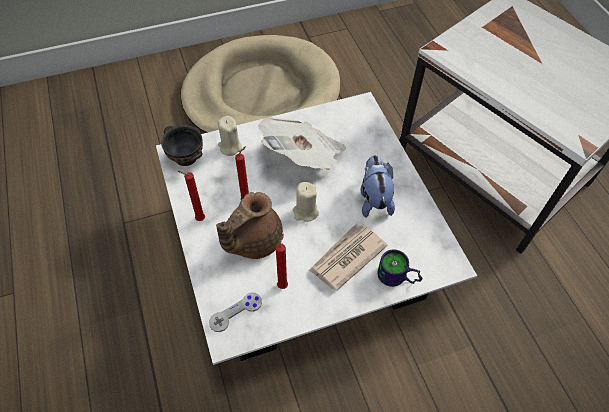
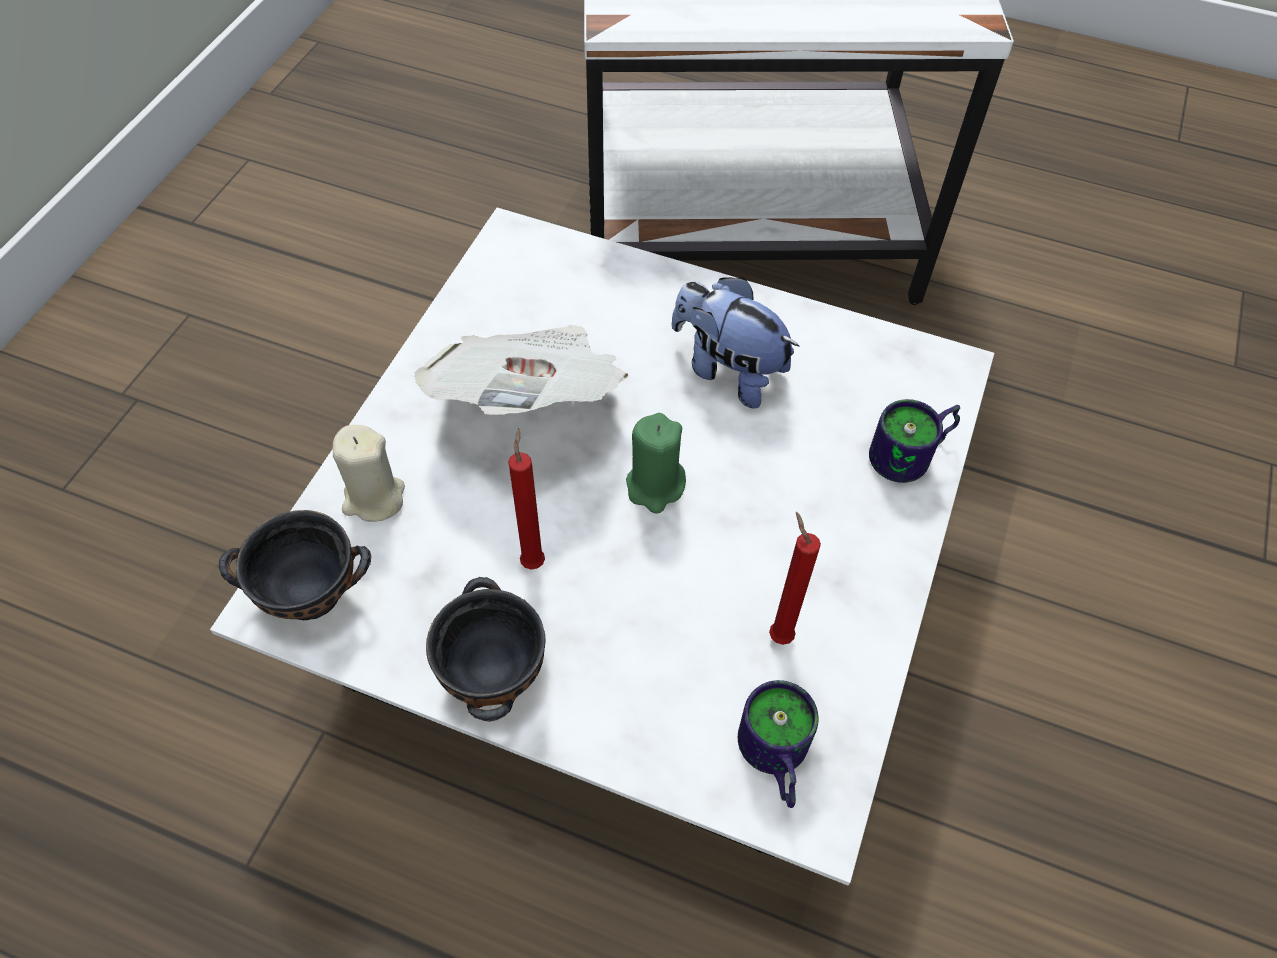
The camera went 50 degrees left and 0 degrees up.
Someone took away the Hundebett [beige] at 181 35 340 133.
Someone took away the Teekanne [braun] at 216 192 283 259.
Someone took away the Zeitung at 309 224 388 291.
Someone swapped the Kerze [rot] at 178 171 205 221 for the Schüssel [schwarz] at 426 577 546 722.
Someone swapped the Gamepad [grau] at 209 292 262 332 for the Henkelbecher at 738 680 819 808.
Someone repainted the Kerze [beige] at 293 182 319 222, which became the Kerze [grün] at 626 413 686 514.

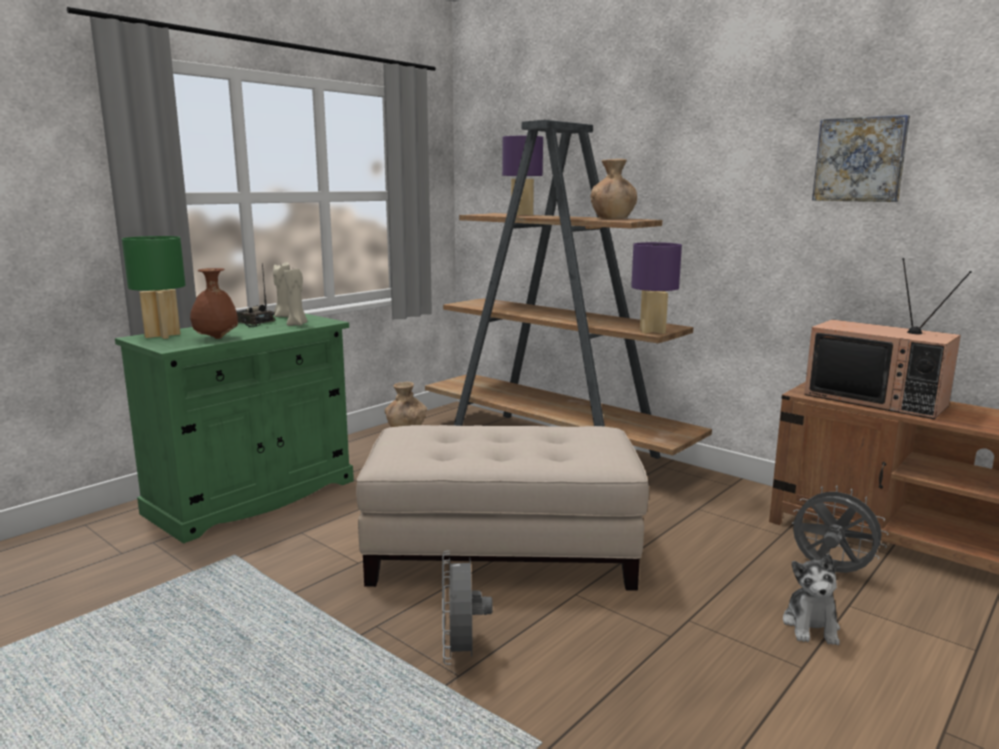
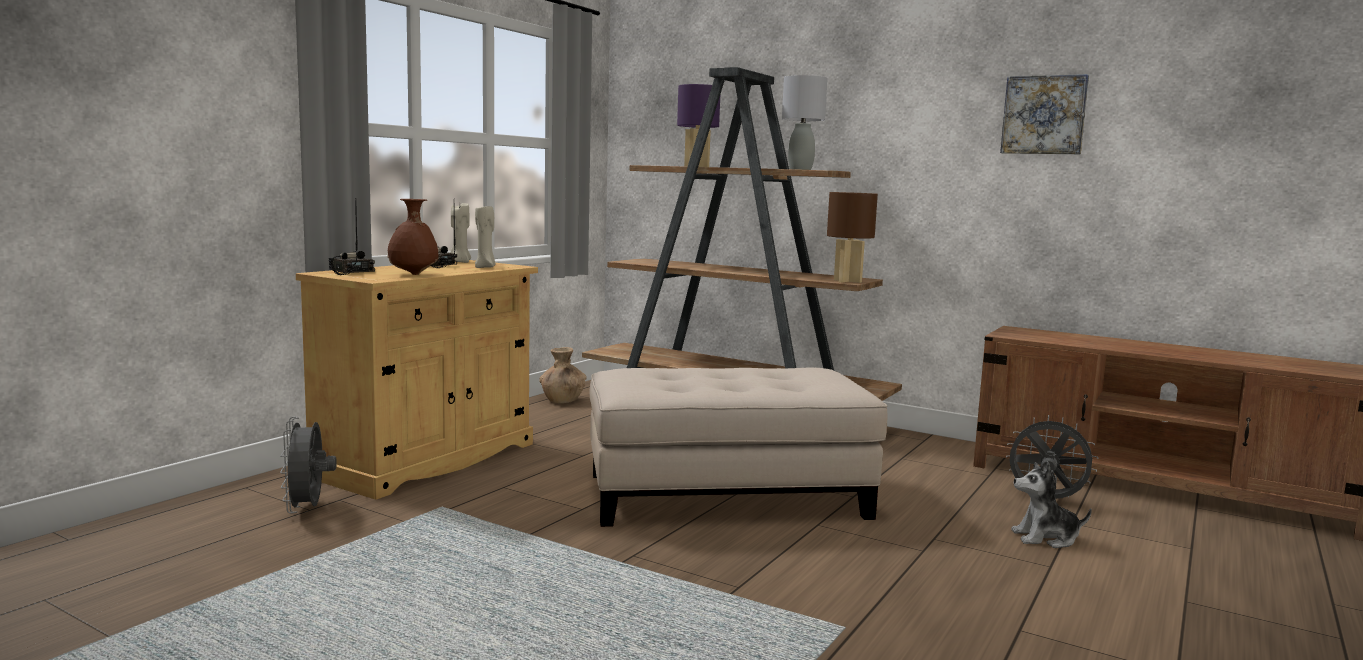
The camera went 10 degrees left and 5 degrees down.
Someone took away the Fernseher at 804 258 972 419.
Someone carried the Ventilator [grau] from 442 551 493 665 to 280 417 337 513.
Someone swapped the Tischlampe [grün] at 122 236 185 339 for the Radio at 329 212 375 275.
Someone swapped the Vase [braun] at 590 159 637 219 for the Tischlampe [grau] at 782 75 828 170.
Someone repainted the Schrank [grün] at 115 314 354 543, which became the Schrank [beige] at 296 260 538 500.
Someone repainted the Tischlampe [lila] at 631 242 682 334, which became the Tischlampe [braun] at 827 192 878 283.
Someone rotated the Plüschtier at 783 554 840 645 by 90 degrees clockwise.

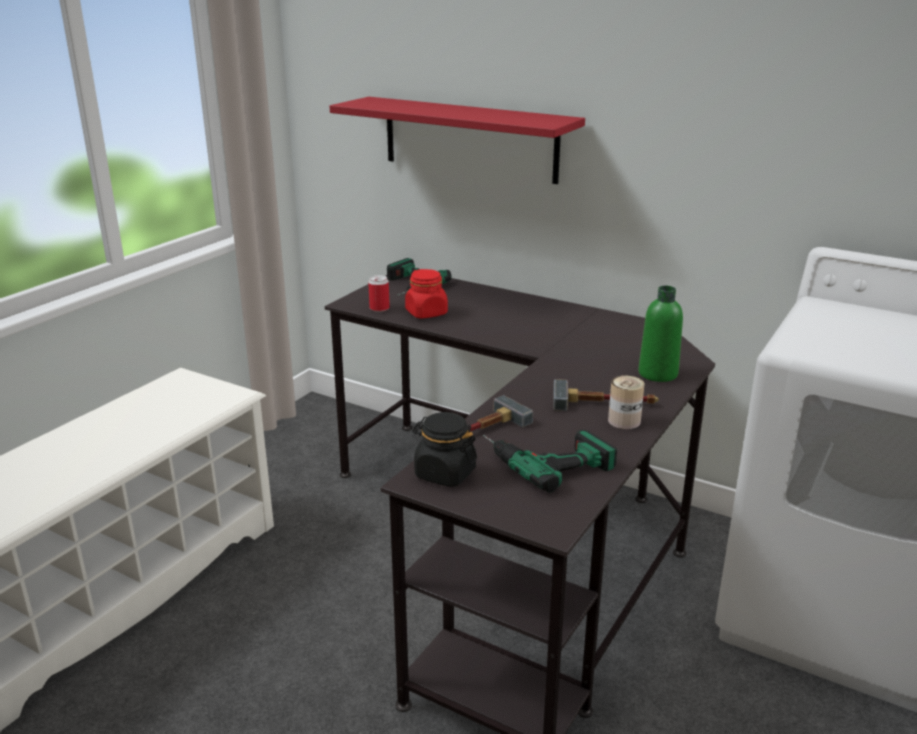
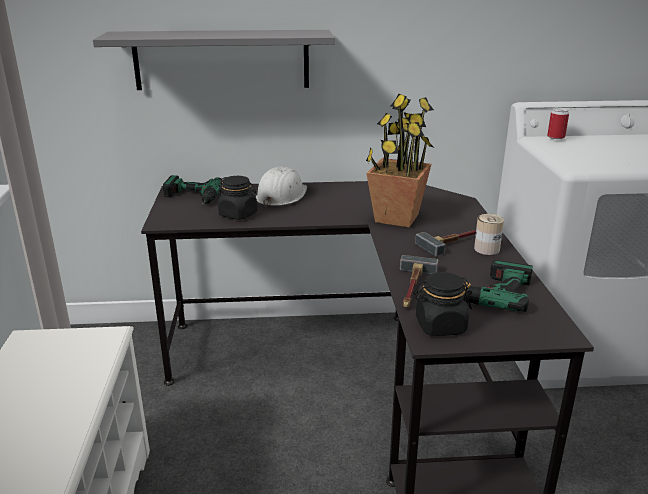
The camera went 35 degrees left and 0 degrees up.
Someone took away the Flasche [grün] at 638 286 683 382.
Someone put down the Schutzhelm [weiß] at 256 166 307 207.
Someone put down the Topfpflanze at 366 94 434 227.
Someone carried the Dose from 368 275 390 312 to 547 108 569 139.
Someone repainted the Wandregal [rot] at 330 97 585 184, which became the Wandregal [grau] at 93 30 335 90.
Someone repainted the Vorratsglas [rot] at 405 269 448 318, which became the Vorratsglas [schwarz] at 218 176 257 220.

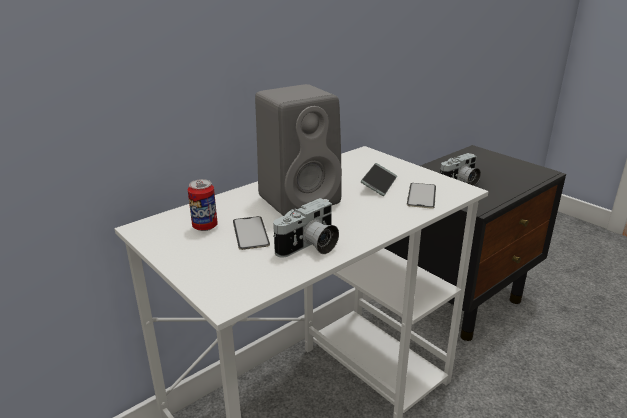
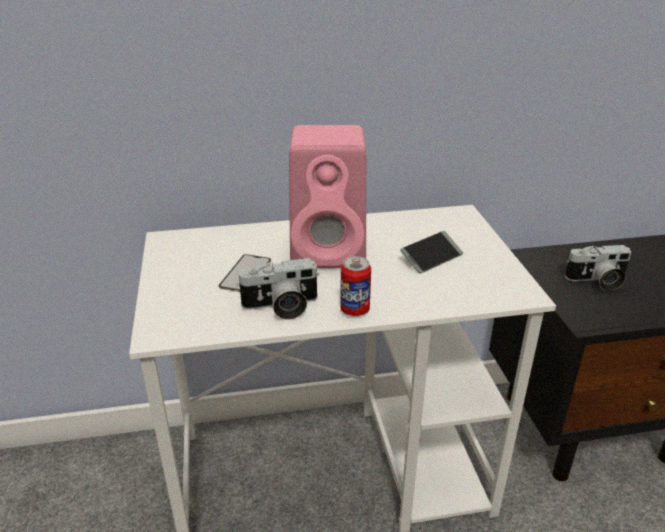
The camera went 30 degrees right and 5 degrees up.
Someone took away the Handy at 407 183 436 209.
Someone carried the Dose from 188 179 218 231 to 340 256 371 316.
Someone repainted the Lautsprecher [grau] at 255 84 342 216, which became the Lautsprecher [rosa] at 289 125 366 268.

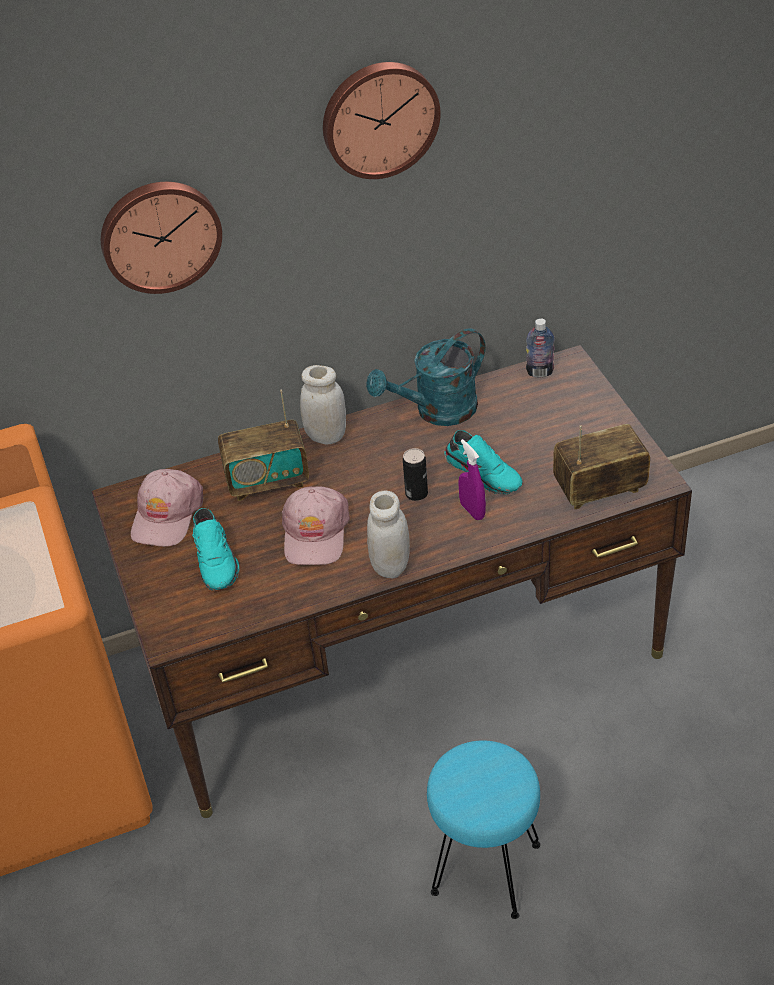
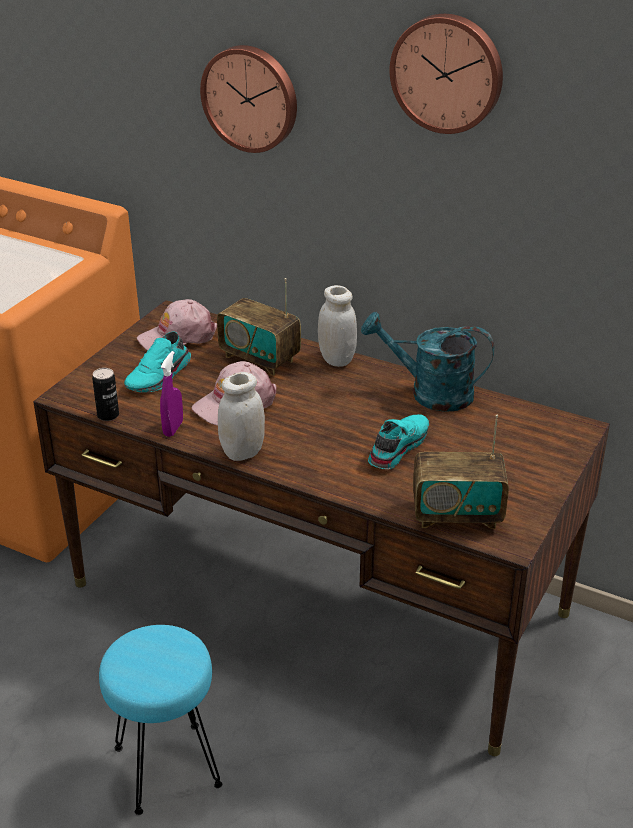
The camera went 45 degrees right and 10 degrees down.
Someone took away the Flasche at 526 318 555 377.
Someone carried the Dose from 403 448 428 501 to 92 368 119 421.
Someone carried the Sprühflasche [lila] from 458 439 486 520 to 160 351 183 437.
Someone rotated the Schuh [türkis] at 444 430 522 495 by 150 degrees counterclockwise.
Someone rotated the Radio at 553 424 650 509 by 150 degrees clockwise.

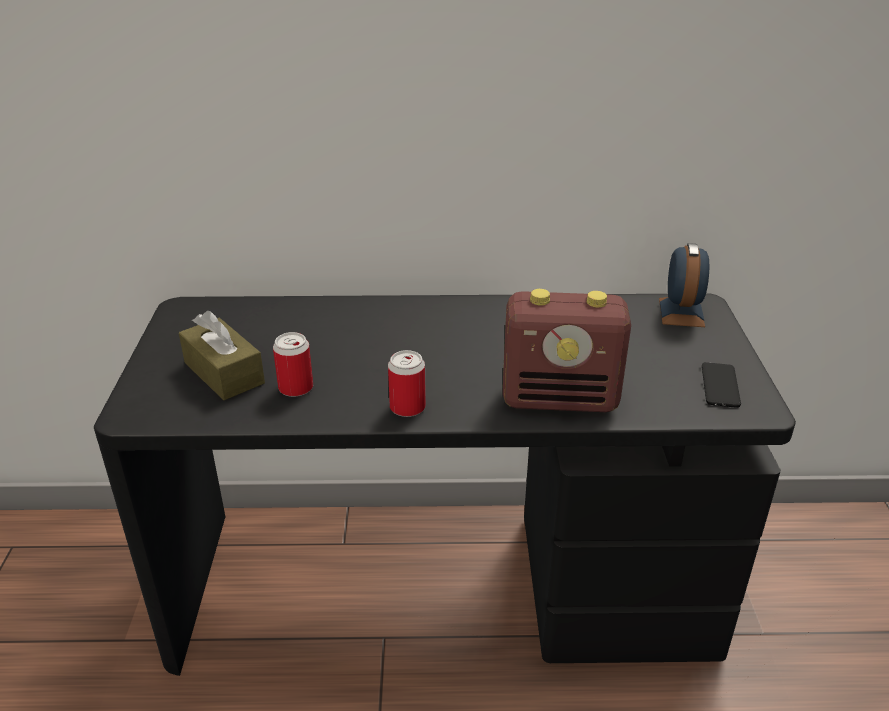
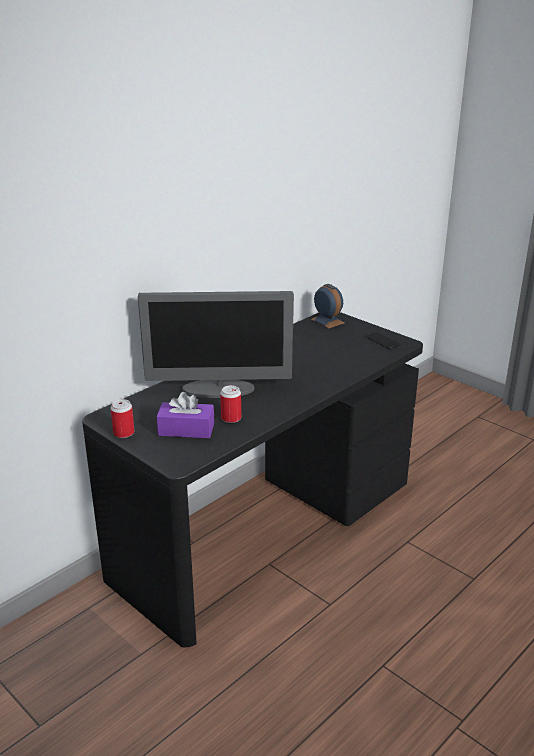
The camera went 45 degrees left and 5 degrees down.
Someone took away the Radio at 503 289 631 412.
Someone put down the Monitor at 138 291 294 398.
Someone carried the Dose from 388 350 426 417 to 111 399 134 438.
Someone repainted the Taschentuchbox [braun] at 179 311 265 400, which became the Taschentuchbox [lila] at 156 392 214 438.

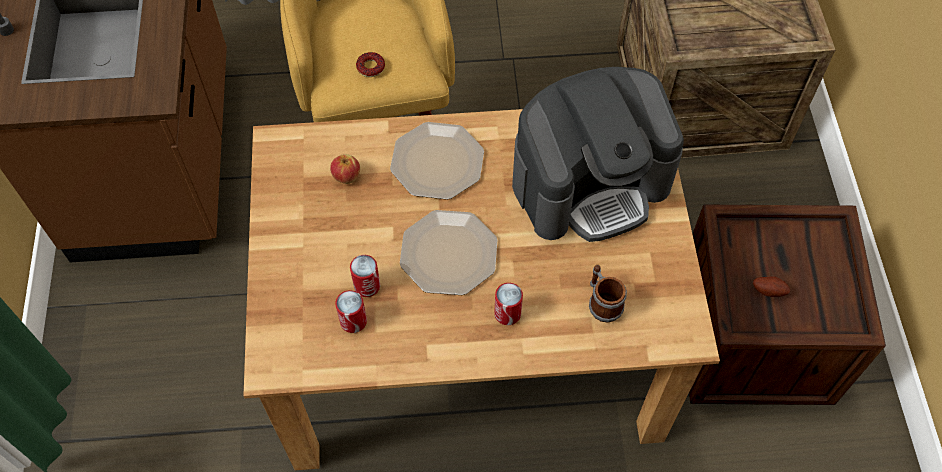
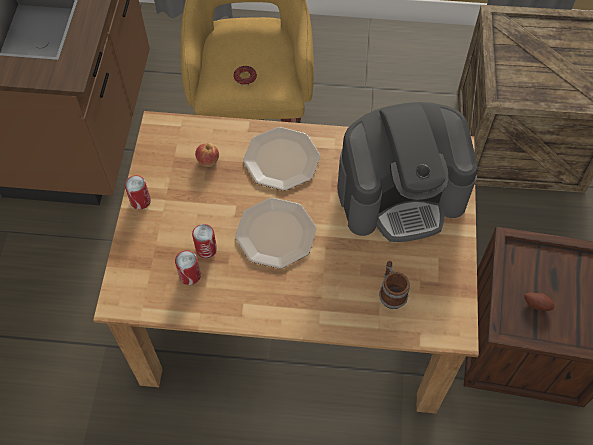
The camera went 10 degrees right and 0 degrees up.
Someone carried the Dose from 494 283 523 325 to 125 175 151 210.

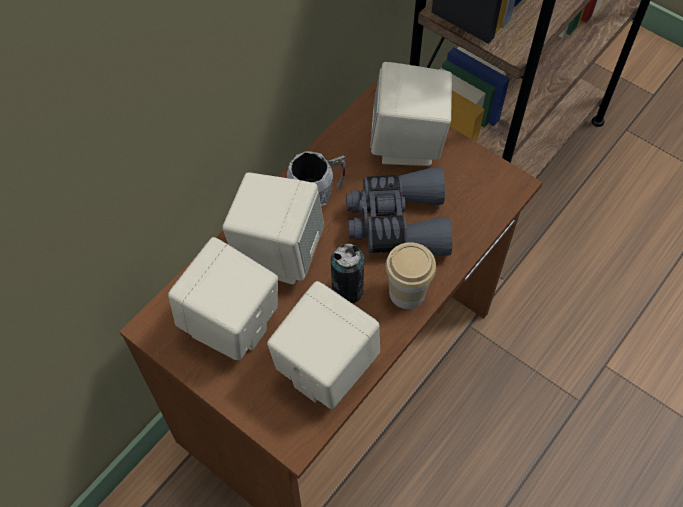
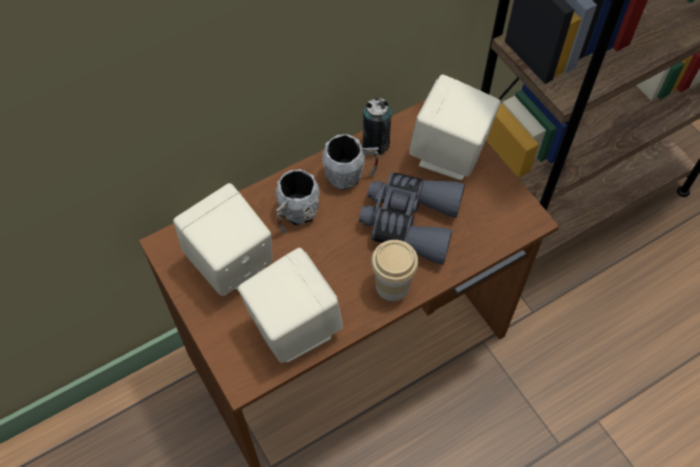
The camera went 20 degrees right and 0 degrees up.
Someone carried the Dose from 331 244 365 304 to 363 98 392 155.
Someone swapped the Lautsprecher [beige] at 222 172 324 285 for the Henkelbecher [grau] at 276 169 319 234.

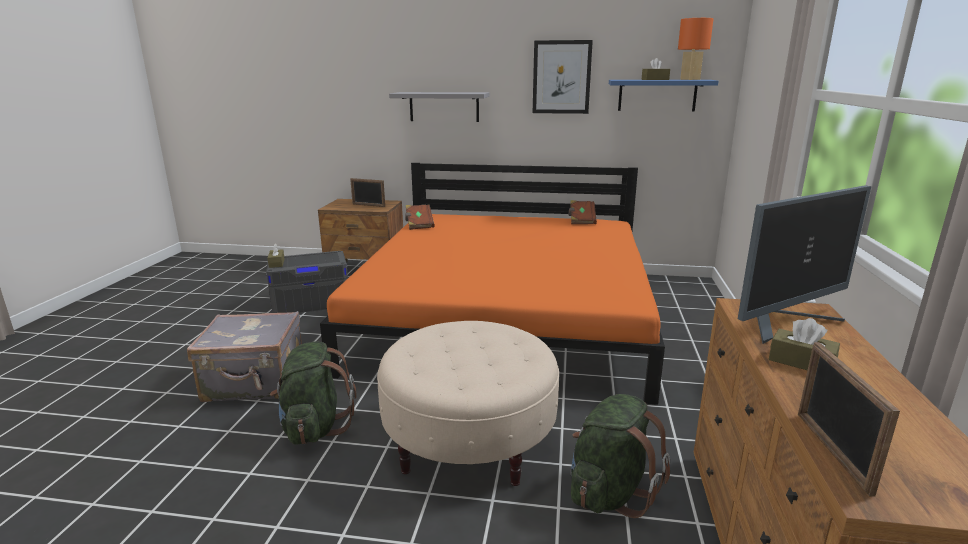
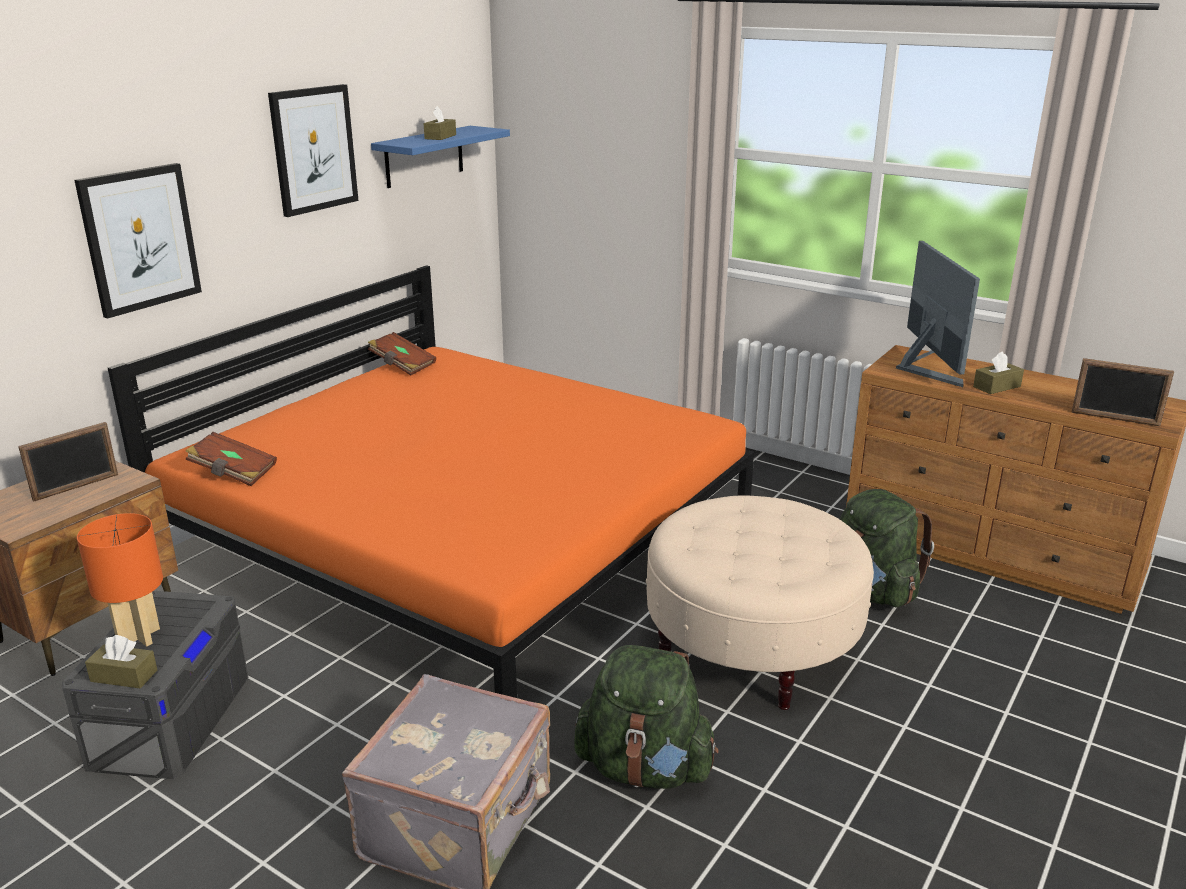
The camera went 65 degrees left and 5 degrees up.
Someone carried the Tischlampe [orange] from 678 18 714 80 to 77 513 163 647.
Someone swapped the Wandregal [grau] at 389 92 489 122 for the Bild at 74 163 202 319.

